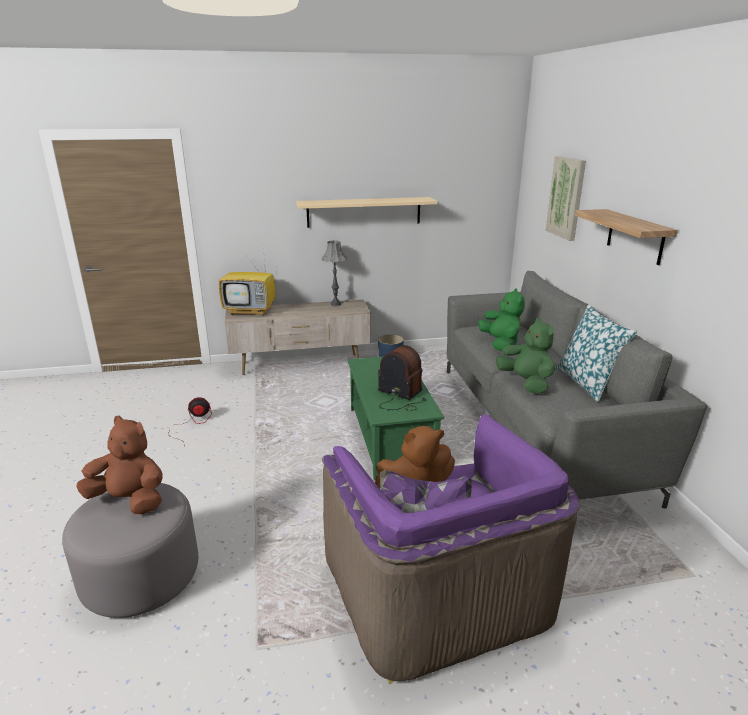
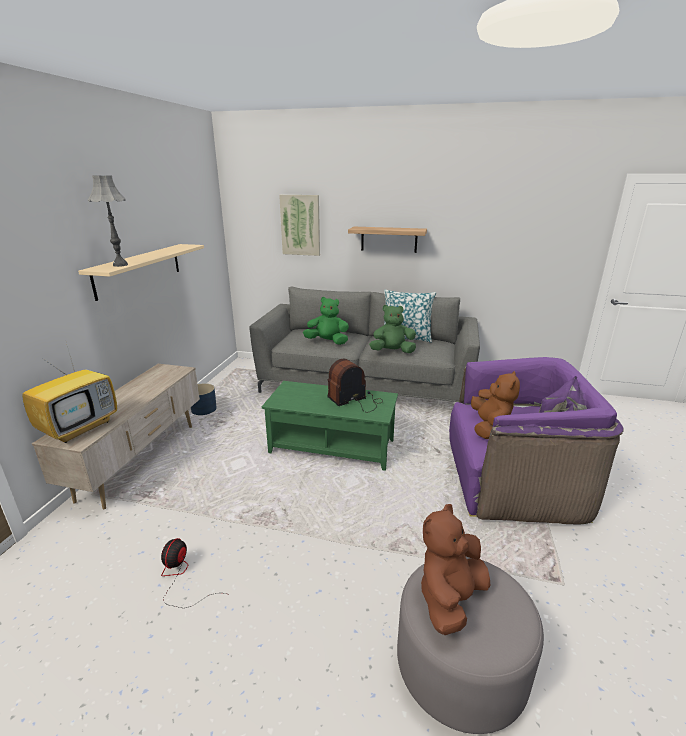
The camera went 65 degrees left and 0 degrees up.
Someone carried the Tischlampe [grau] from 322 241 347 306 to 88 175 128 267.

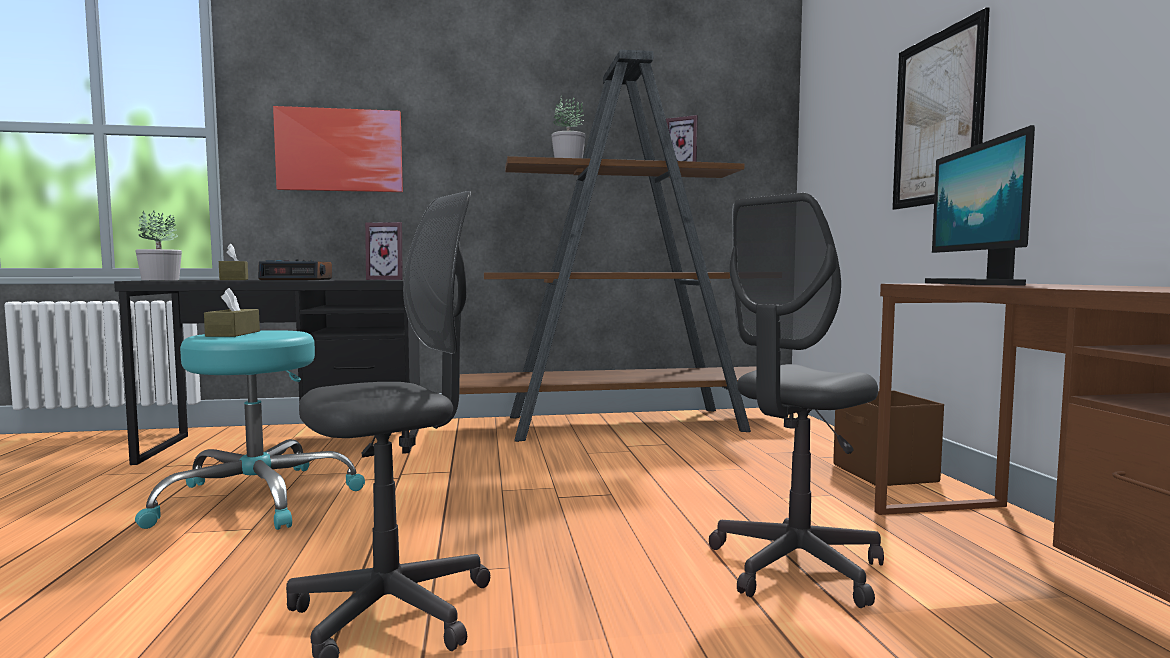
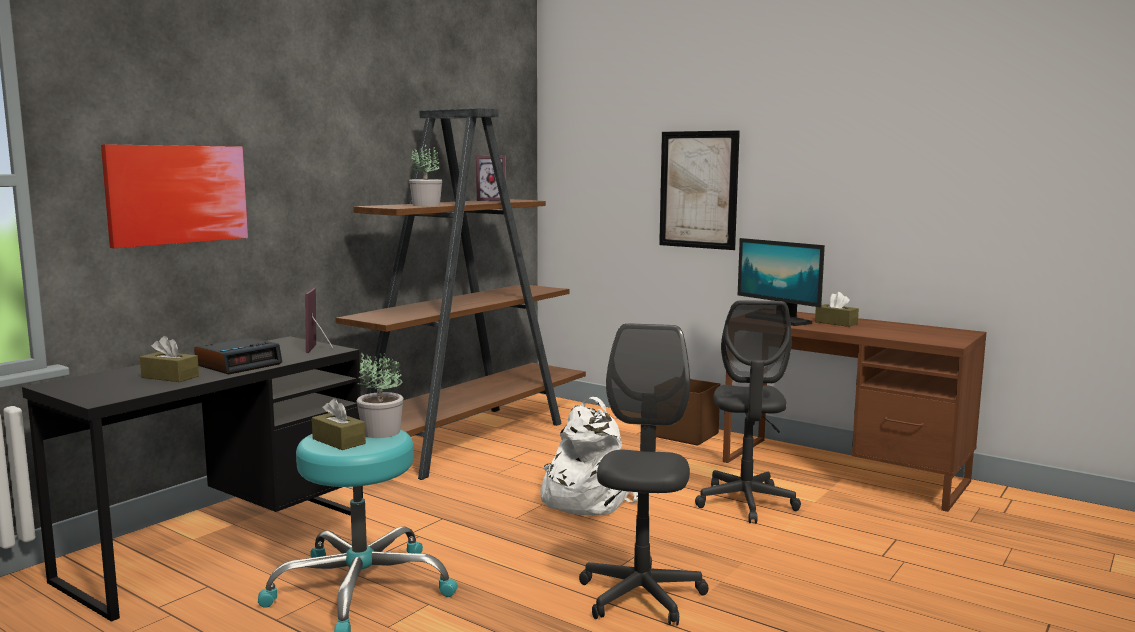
The camera went 45 degrees left and 5 degrees up.
Someone put down the Rucksack [weiß] at 540 397 638 515.
Someone put down the Taschentuchbox [braun] at 815 292 859 327.
Someone carried the Topfpflanze from 135 210 182 280 to 357 353 403 438.
Someone rotated the Bilderrahmen at 365 222 403 280 by 120 degrees clockwise.

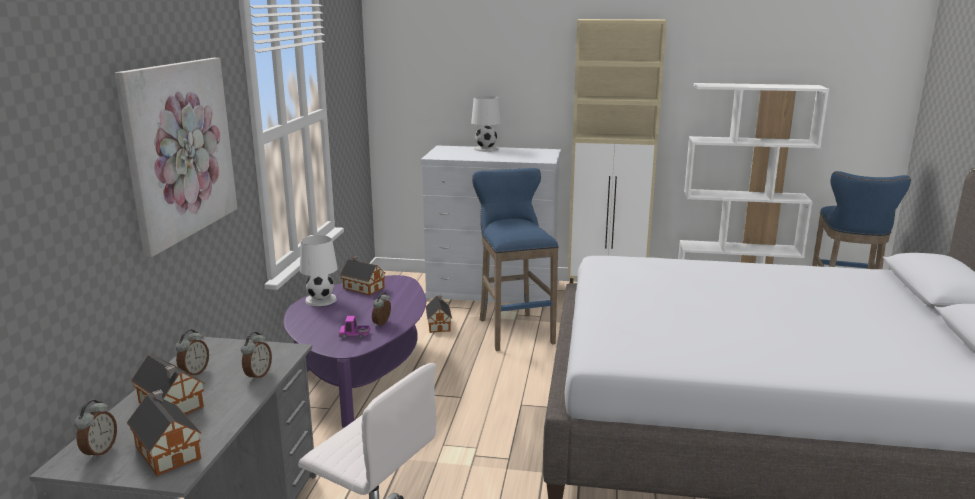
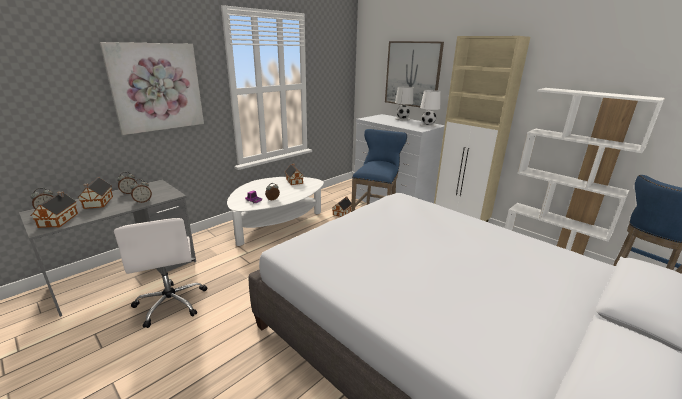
The camera went 35 degrees right and 5 degrees up.
Someone put up the Bild at 385 41 444 107.
Someone carried the Tischlampe [weiß] from 300 235 338 306 to 420 90 441 127.
Someone repainted the Couchtisch [lila] at 284 275 426 428, which became the Couchtisch [weiß] at 227 177 324 246.

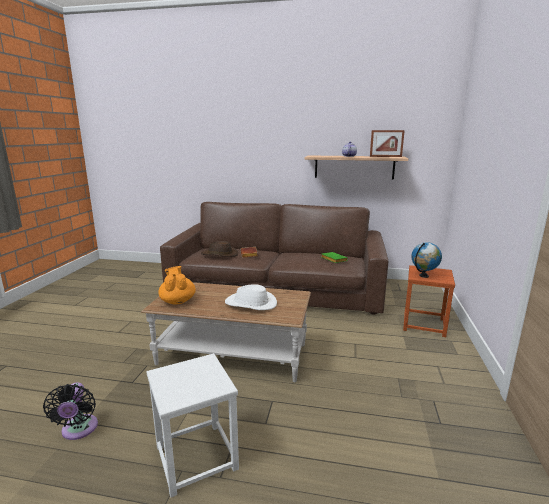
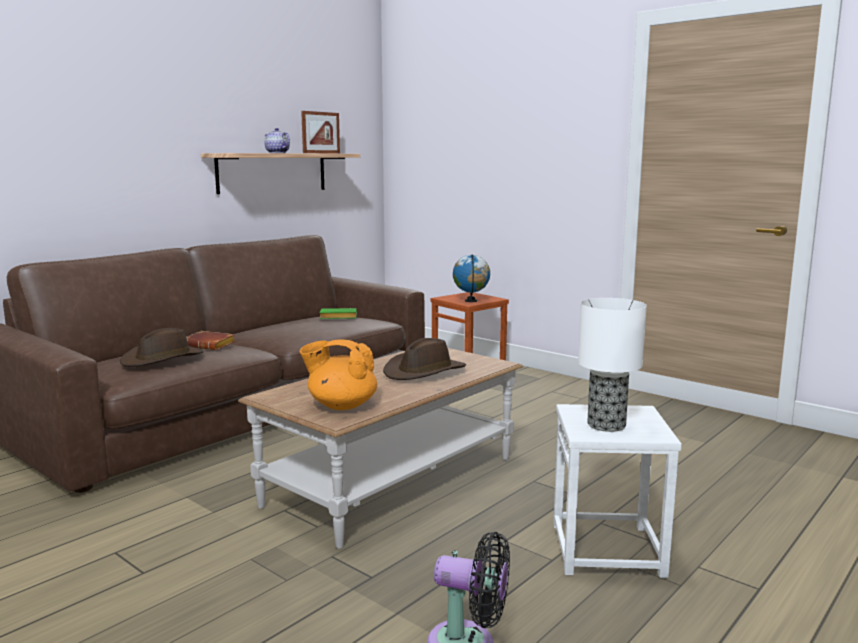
The camera went 60 degrees left and 5 degrees down.
Someone put down the Tischlampe at 578 298 647 432.
Someone repainted the Hut [weiß] at 225 284 277 310, which became the Hut [braun] at 383 338 466 380.

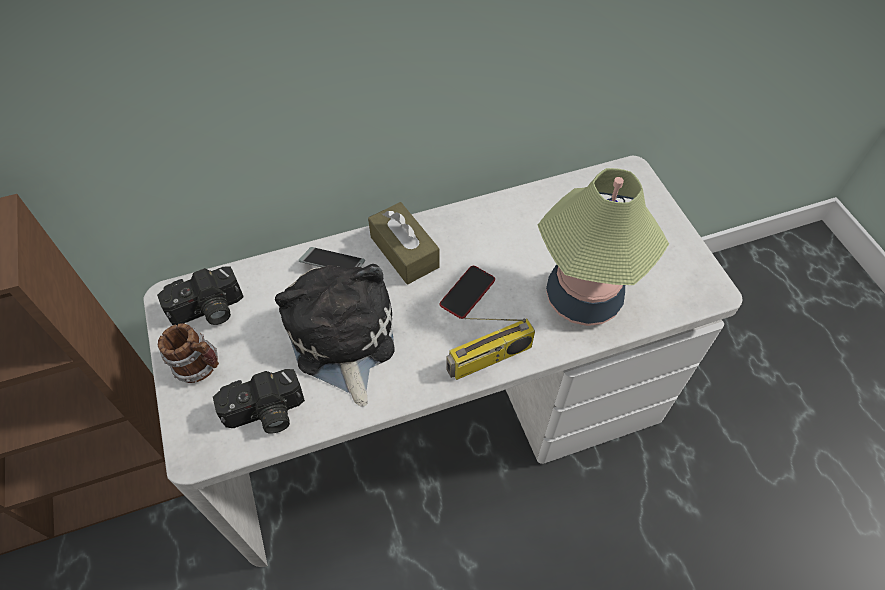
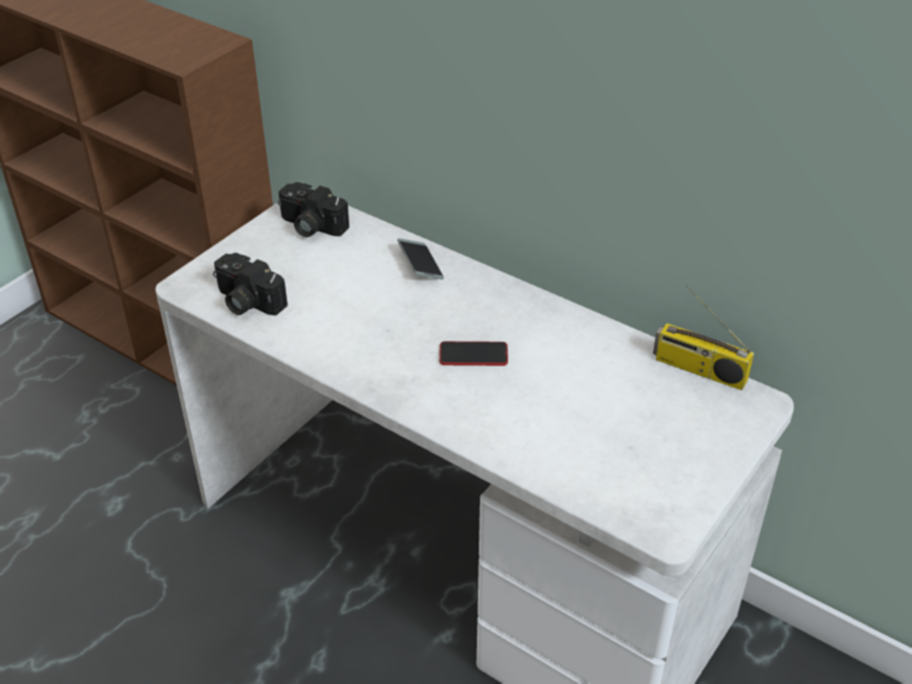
The camera went 55 degrees right and 15 degrees down.
Someone took away the Henkelbecher at 158 323 219 383.
Someone took away the Plüschtier at 275 264 395 407.
Someone took away the Taschentuchbox [braun] at 368 202 440 284.
Someone took away the Tischlampe at 538 168 669 326.
Someone carried the Radio from 446 318 535 380 to 653 285 754 390.

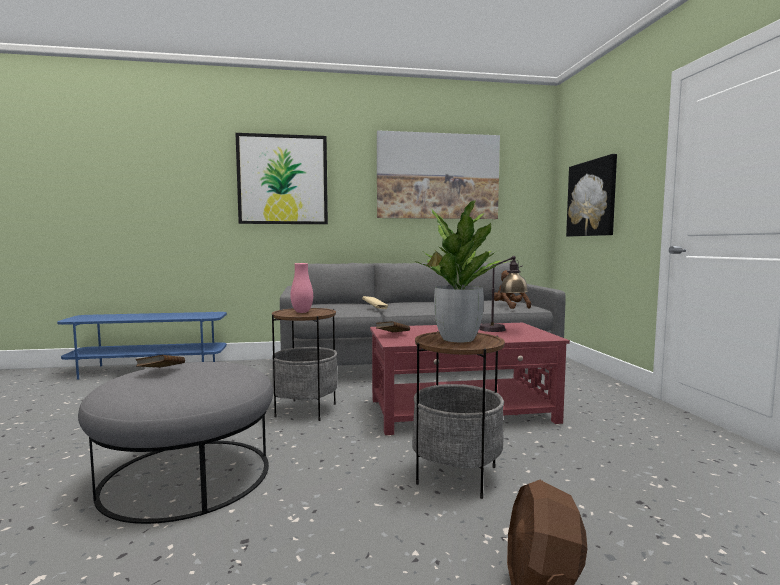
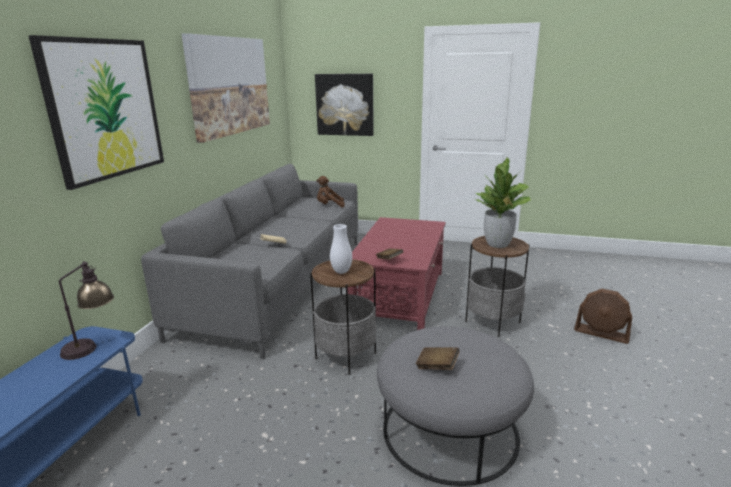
The camera went 65 degrees left and 15 degrees up.
Someone carried the Tischlampe from 479 256 528 332 to 59 261 114 360.
Someone repainted the Vase [rosa] at 290 263 313 313, which became the Vase [weiß] at 330 224 352 274.

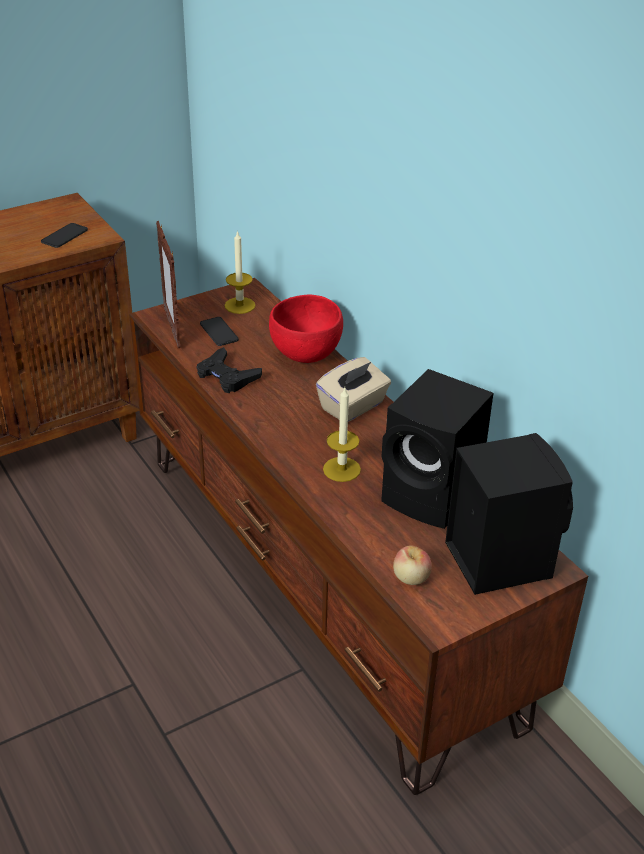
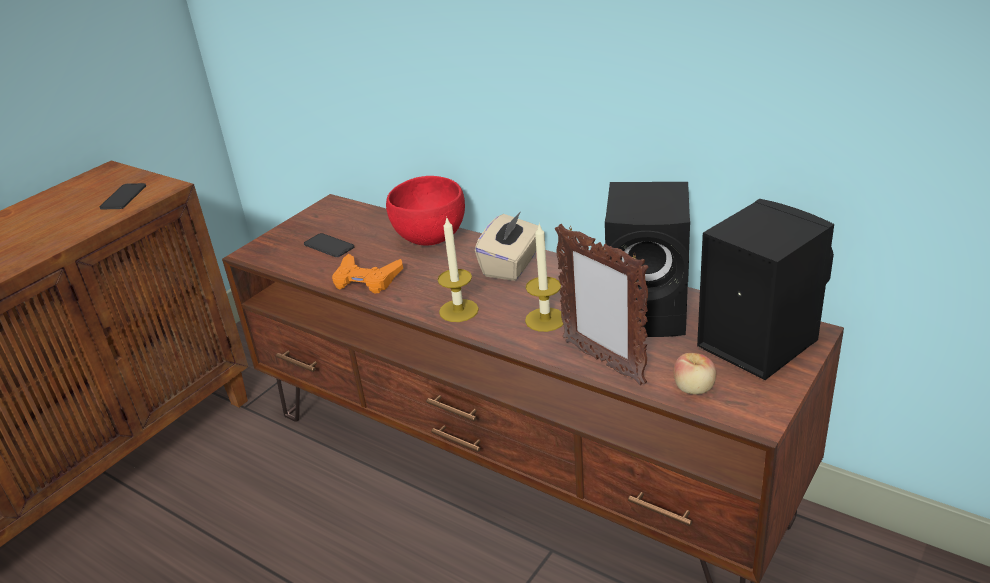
The camera went 20 degrees left and 5 degrees down.
Someone carried the Bilderrahmen from 156 221 180 348 to 555 224 649 385.
Someone carried the Kerze from 225 230 256 314 to 437 216 479 322.
Someone repainted the Gamepad [schwarz] at 196 347 262 393, which became the Gamepad [orange] at 332 254 403 294.

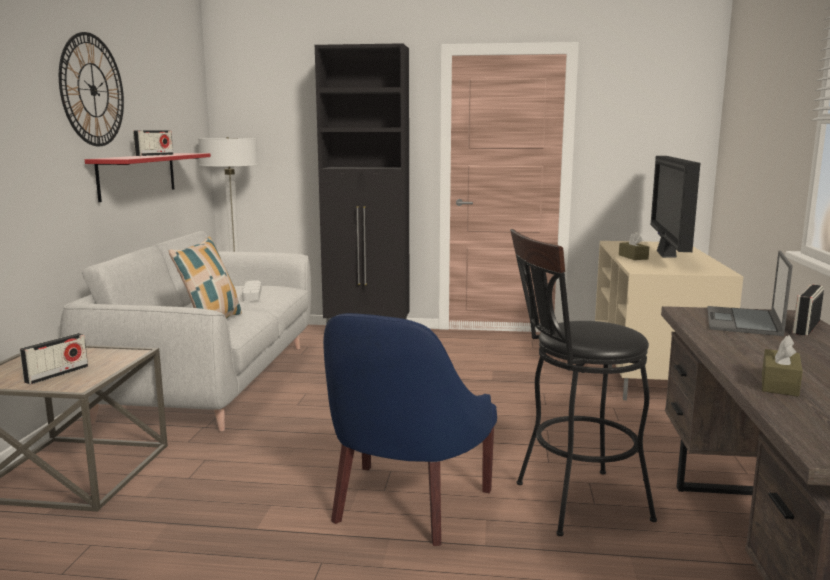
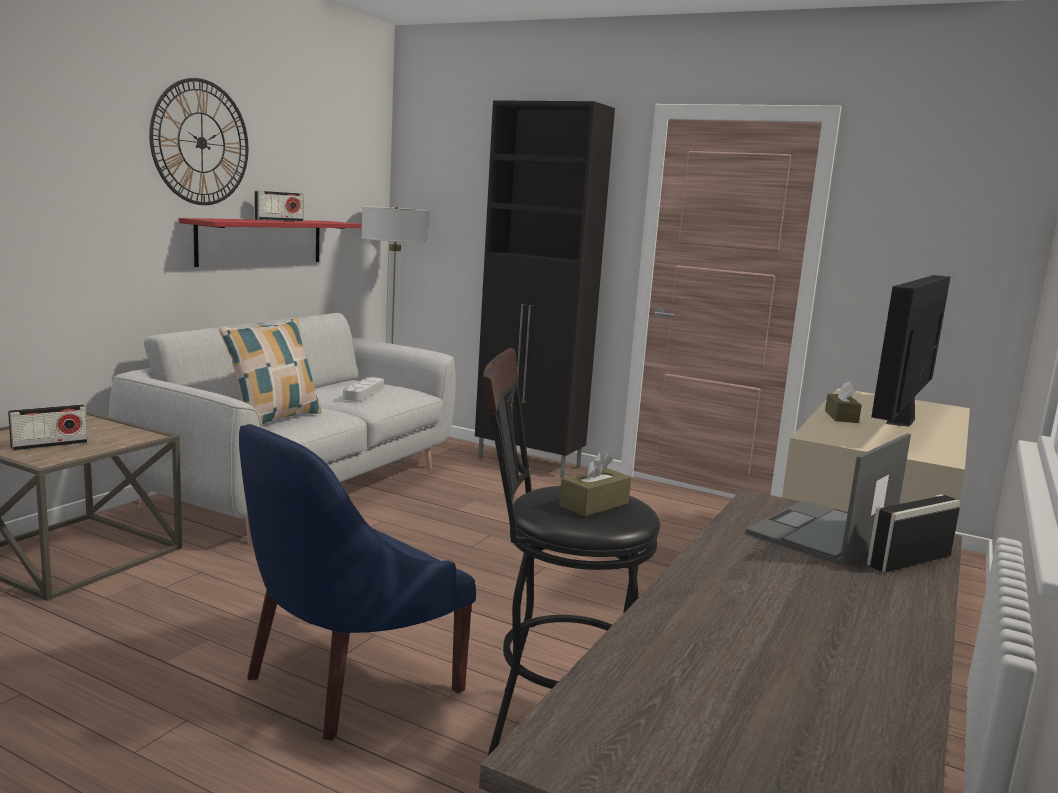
The camera went 20 degrees right and 0 degrees up.
Someone carried the Taschentuchbox [braun] from 762 335 803 397 to 559 451 631 517.

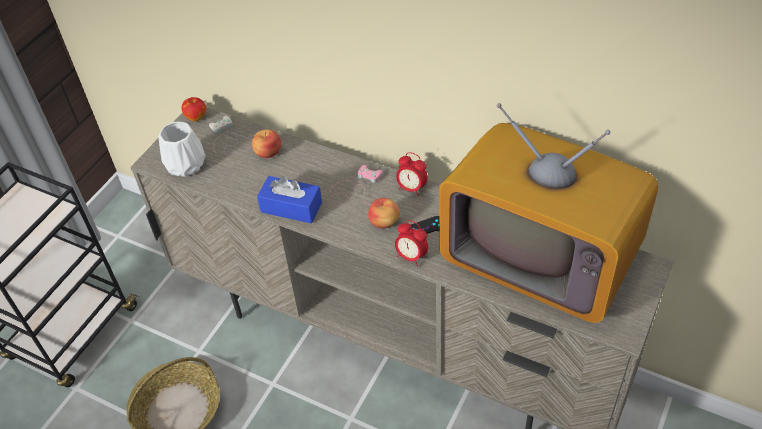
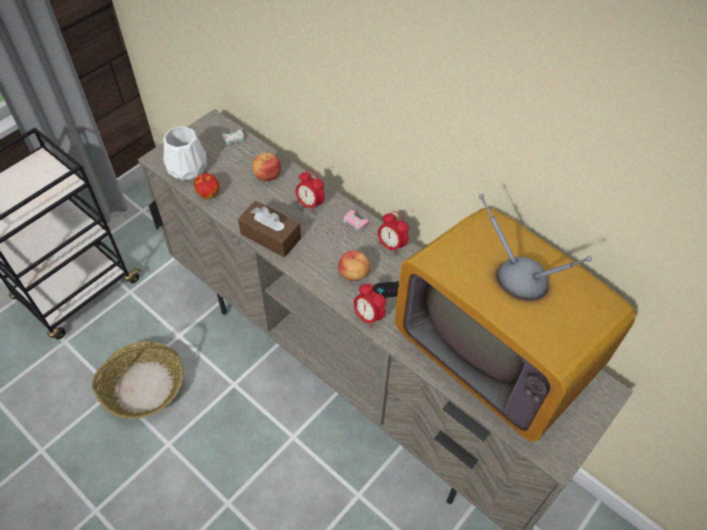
The camera went 10 degrees right and 5 degrees up.
Someone put down the Wecker at 296 170 325 213.
Someone carried the Apfel from 182 97 206 121 to 194 173 220 199.
Someone repainted the Taschentuchbox [blau] at 257 176 322 223, which became the Taschentuchbox [braun] at 238 201 301 257.

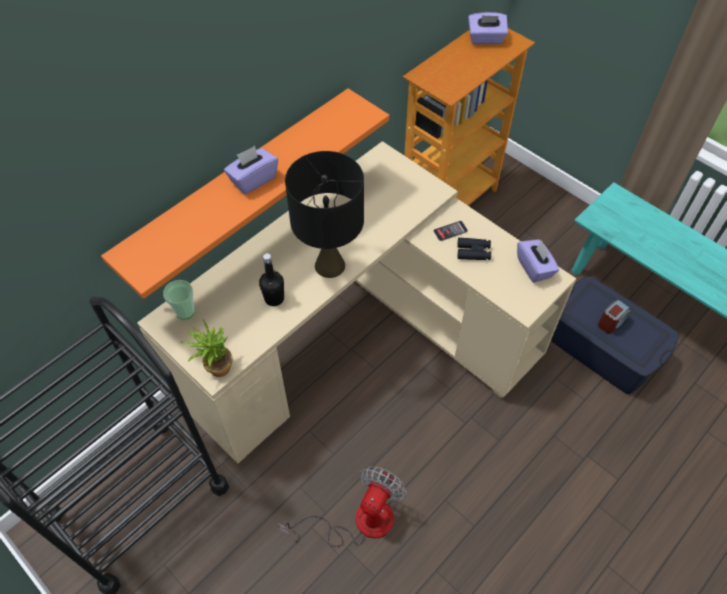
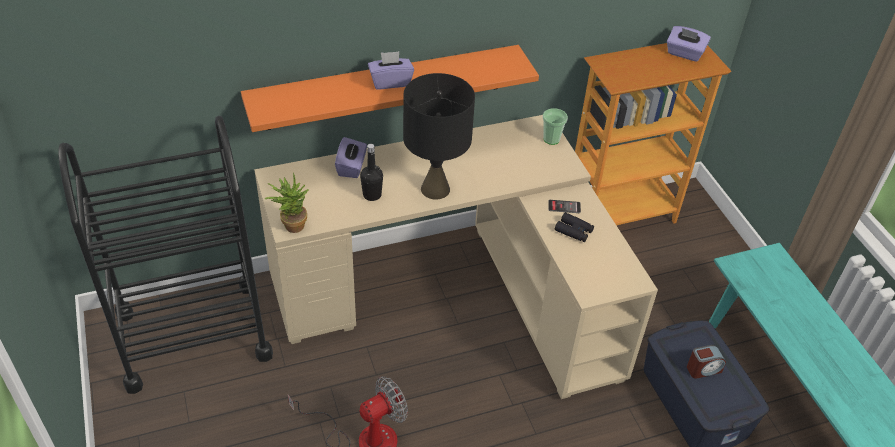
The camera went 25 degrees right and 10 degrees down.
Someone carried the Tasse from 163 280 195 320 to 543 108 568 145.
Someone carried the Taschentuchbox [lila] from 517 239 559 283 to 335 137 367 178.

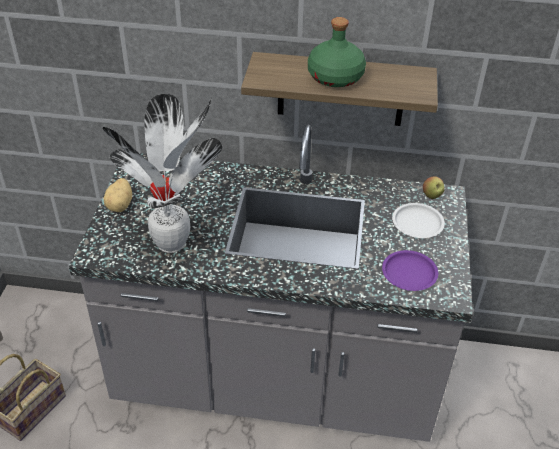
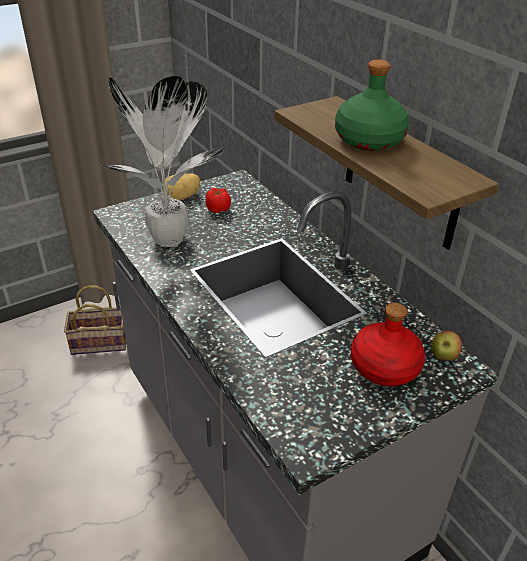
The camera went 50 degrees right and 5 degrees down.
Someone took away the Teller [lila] at 382 250 438 291.
Someone swapped the Teller [weiß] at 392 203 445 238 for the Flasche [rot] at 351 303 425 387.

